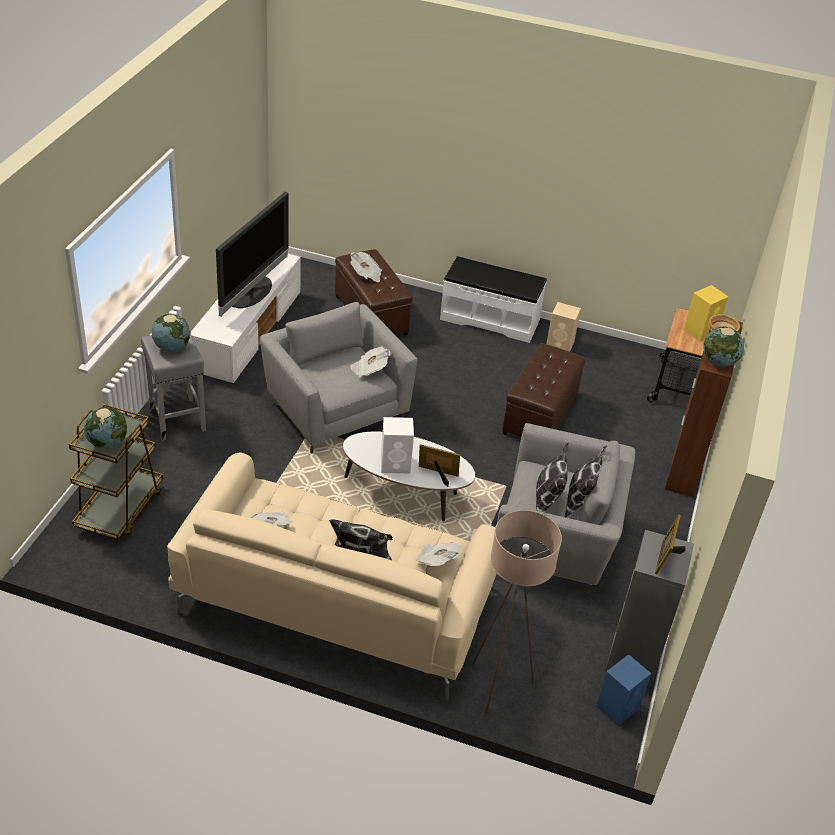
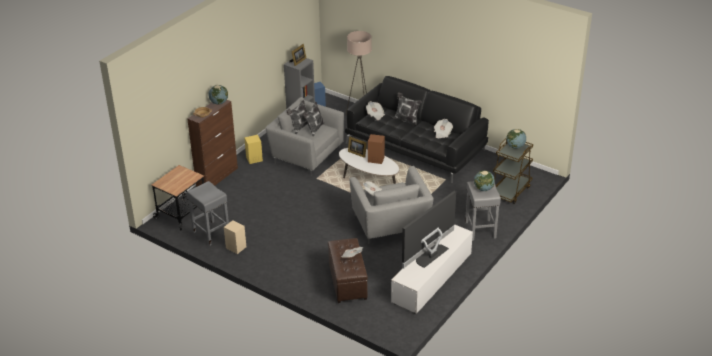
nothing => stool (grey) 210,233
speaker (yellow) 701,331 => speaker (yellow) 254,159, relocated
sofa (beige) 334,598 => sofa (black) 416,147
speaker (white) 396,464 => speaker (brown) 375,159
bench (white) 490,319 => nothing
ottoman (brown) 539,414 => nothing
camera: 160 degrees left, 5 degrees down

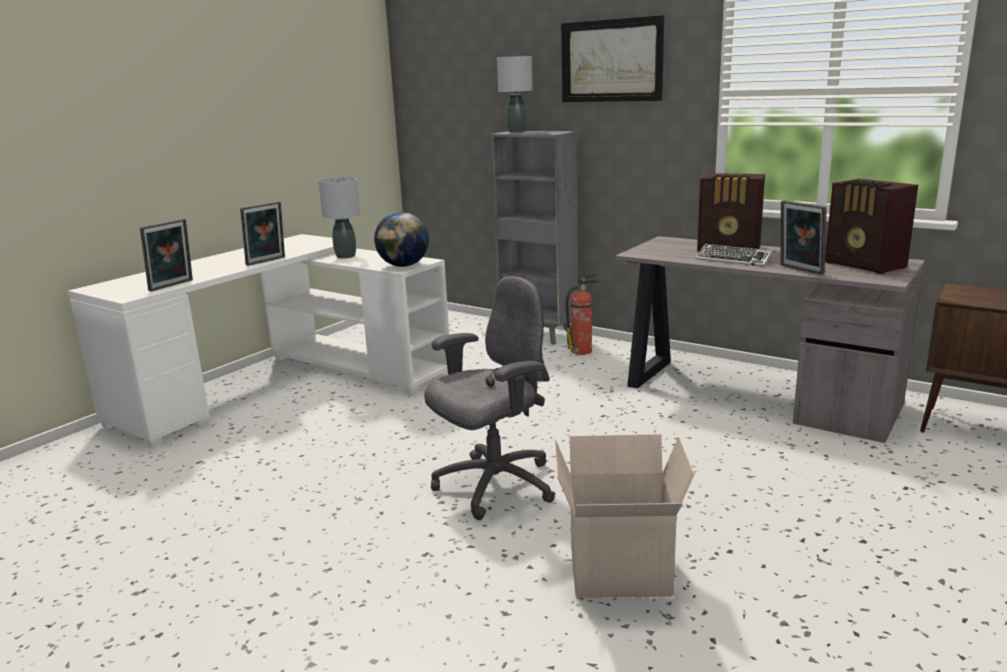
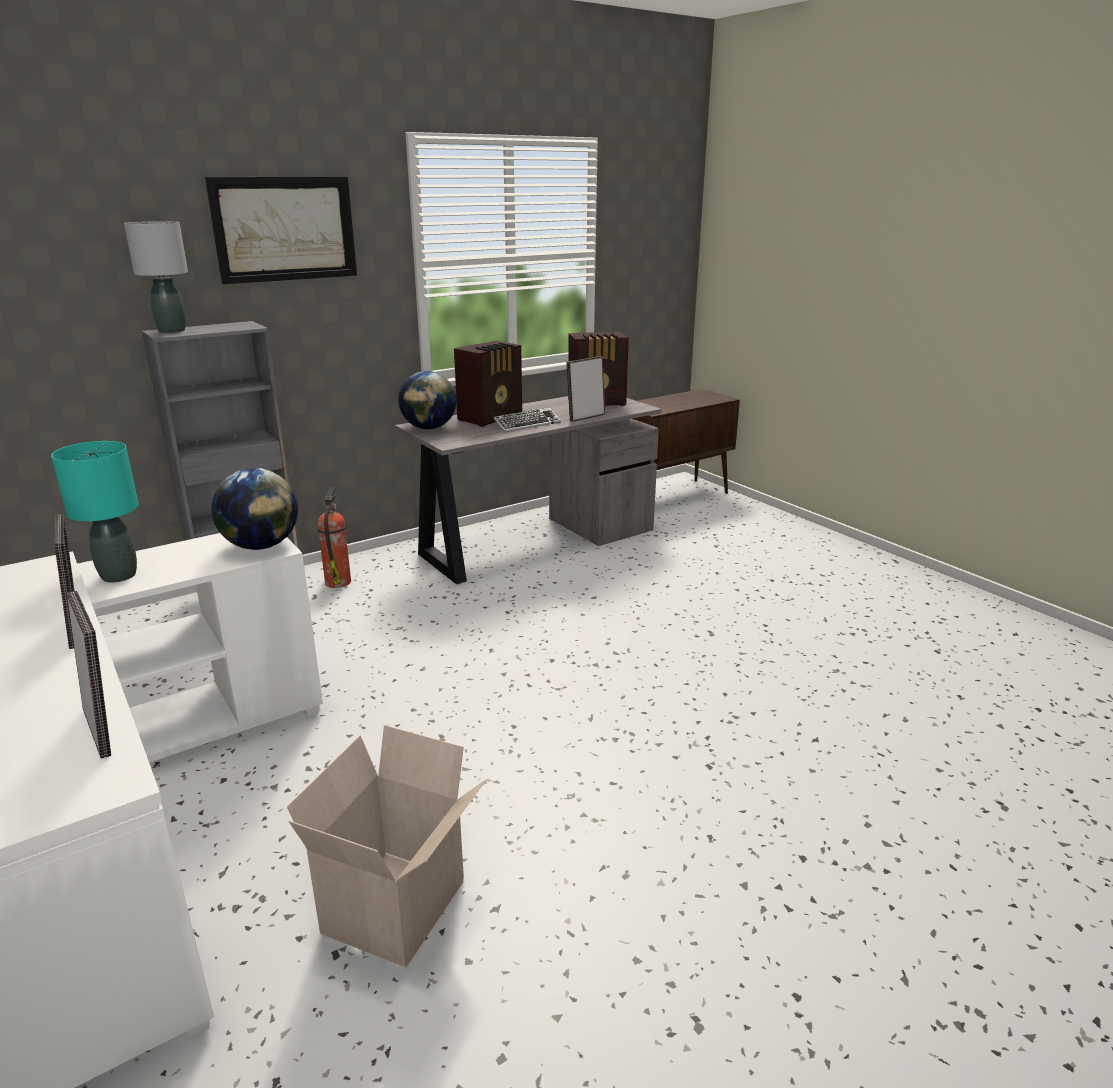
table lamp (grey) 345,256 => table lamp (turquoise) 119,576
cardboard box 618,574 => cardboard box 397,910, relocated
nothing => globe 429,428
picture frame 799,270 => picture frame 585,417, 150 degrees clockwise
office chair (grey) 494,486 => nothing
camera: 70 degrees left, 5 degrees up

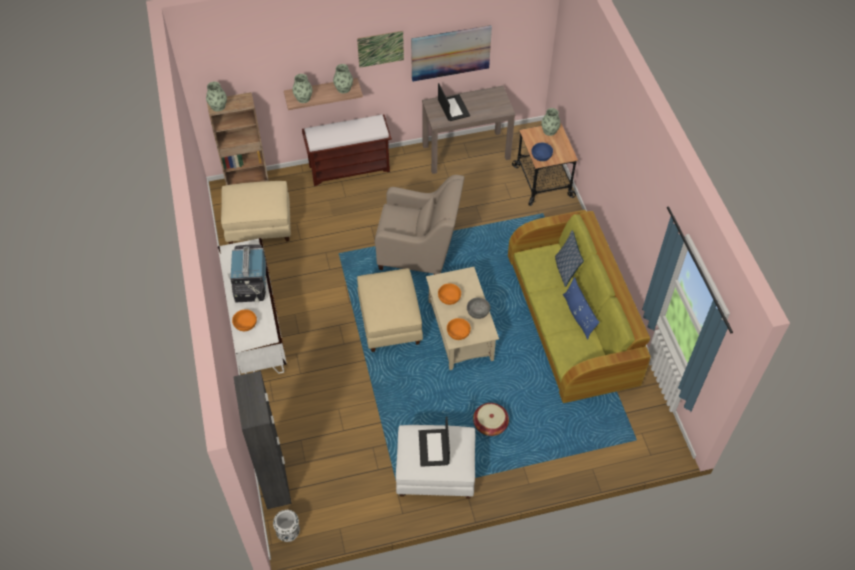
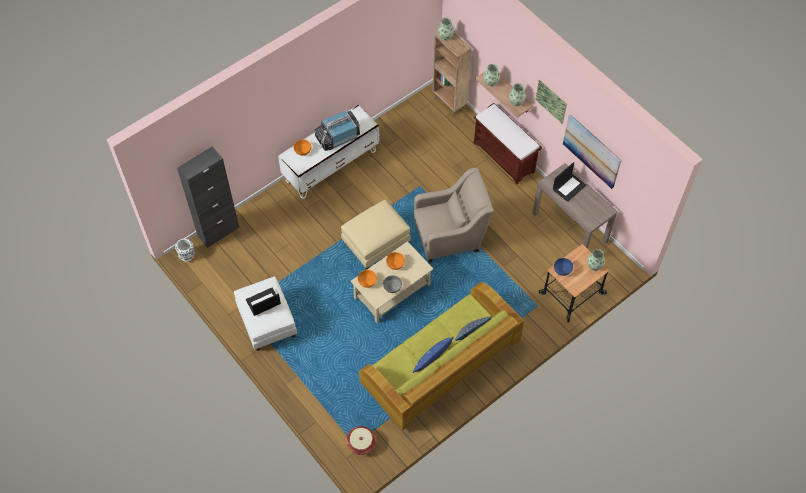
basket 490,424 => basket 361,443, relocated
armchair (beige) 419,251 => armchair (beige) 450,235, 90 degrees counterclockwise
ottoman (beige) 259,226 => nothing
camera: 65 degrees right, 5 degrees up

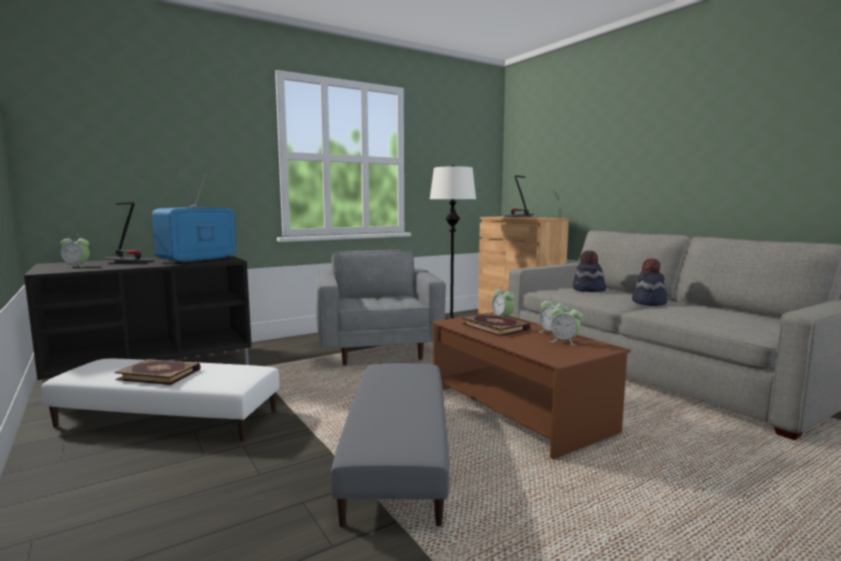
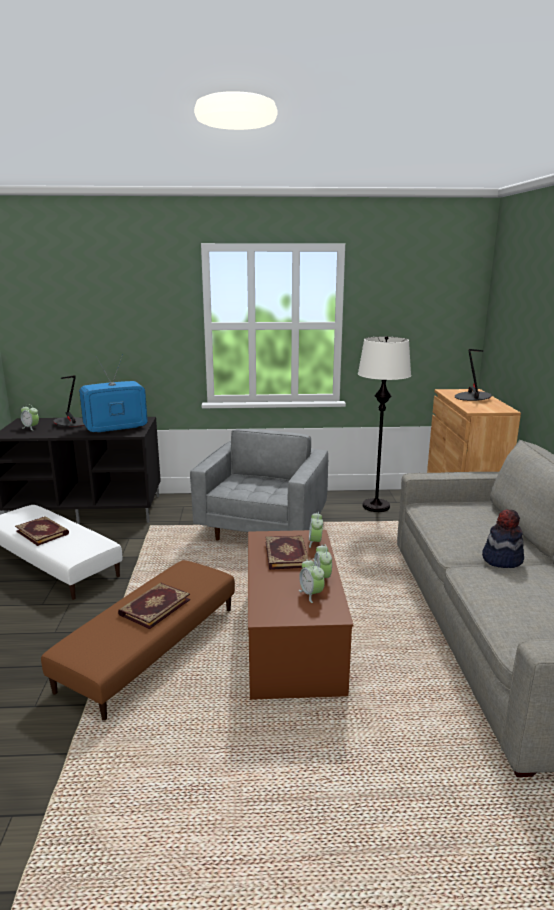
ottoman (grey) 397,453 => ottoman (brown) 150,647
nothing => book 154,607
hat 588,290 => nothing
camera: 30 degrees right, 10 degrees up

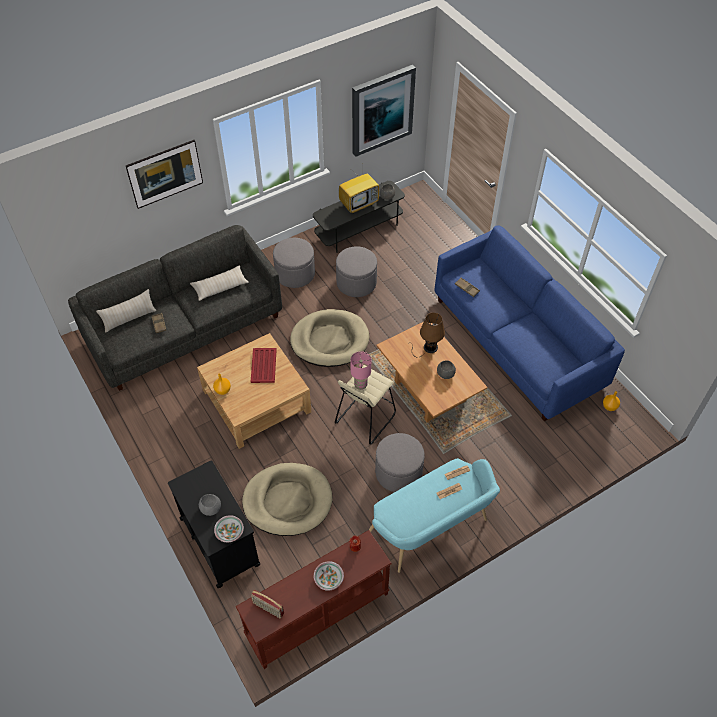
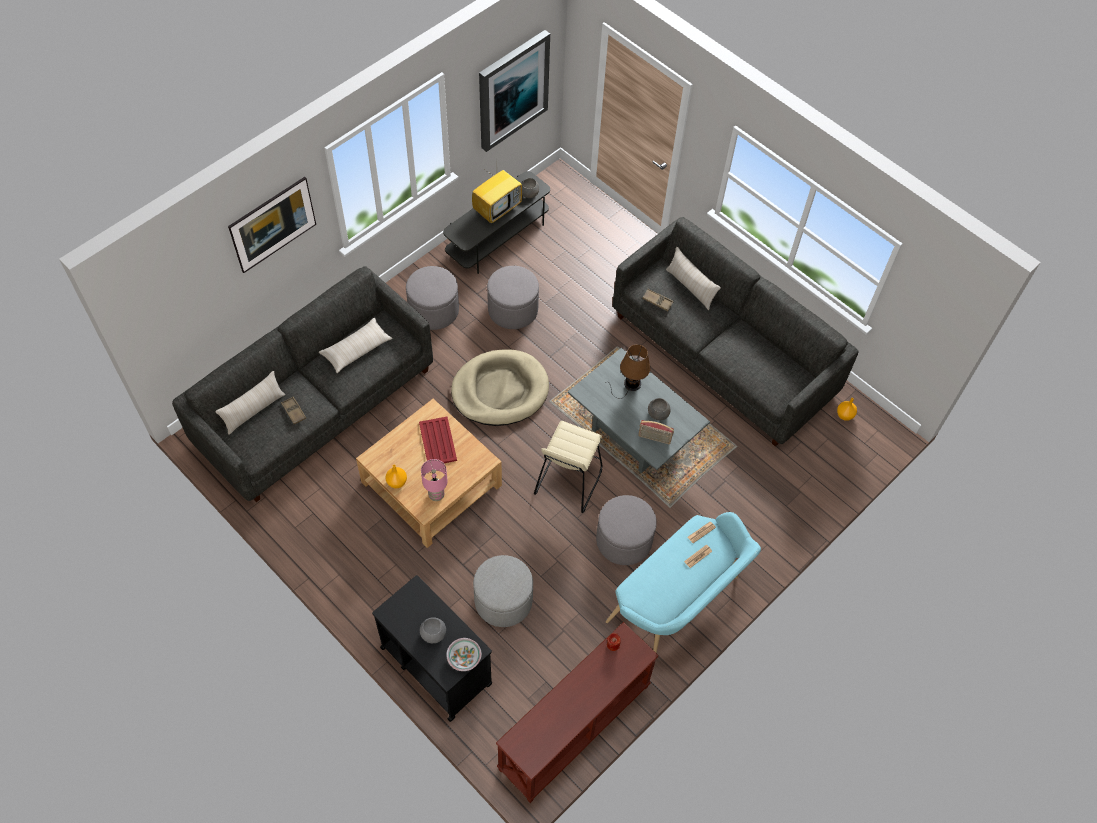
table lamp (pink) 361,385 => table lamp (pink) 436,495, relocated
dog bed (beige) 287,501 => ottoman (grey) 503,600
coffee table (brown) 427,392 => coffee table (grey) 633,435
sofa (blue) 517,342 => sofa (grey) 723,354
radio 268,608 => radio 654,438, relocated
nothing => pillow (beige) 690,287
bowl 328,579 => nothing
camera: 15 degrees left, 5 degrees up

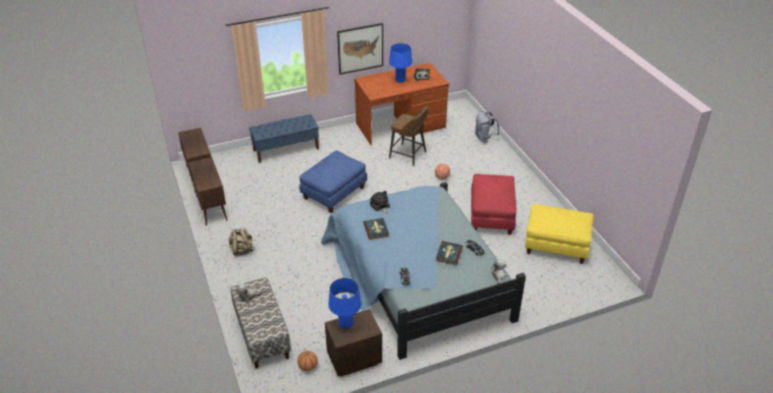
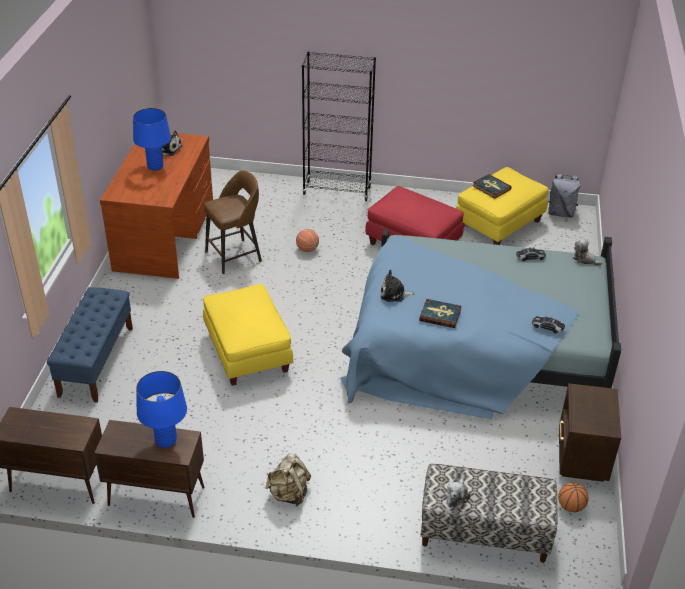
table lamp (blue) 346,323 => table lamp (blue) 166,441, relocated
ottoman (blue) 334,193 => ottoman (yellow) 247,352
nothing => bookcase (black) 337,191
book 449,254 => book 491,187, relocated
backpack (grey) 484,138 => backpack (grey) 560,213, relocated
picture 360,48 => nothing
camera: 60 degrees left, 0 degrees up

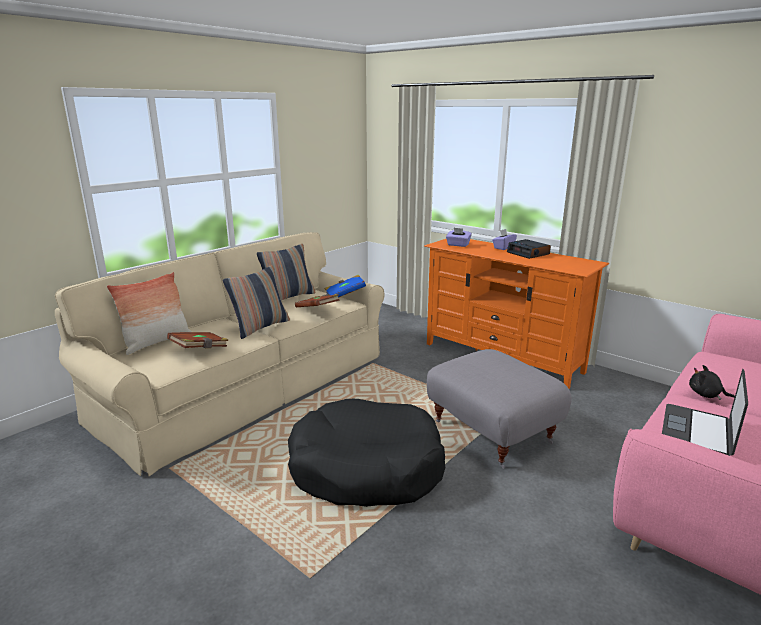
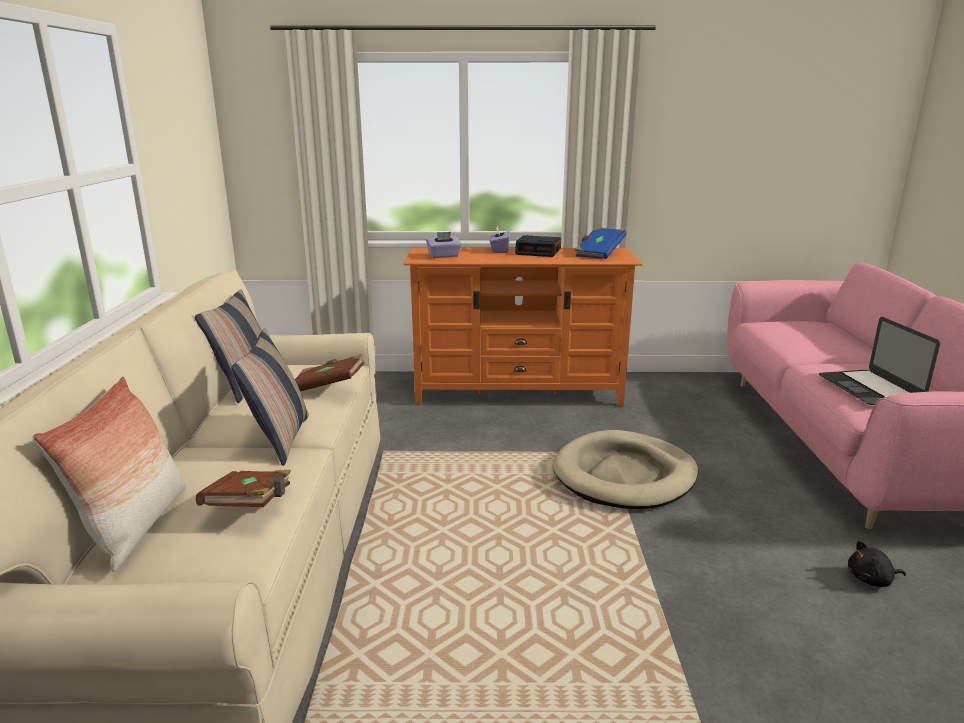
ottoman (grey) 493,431 => dog bed (beige) 624,475
book (blue) 345,295 => book (blue) 599,254, relocated
plush toy (black) 706,395 => plush toy (black) 871,580, relocated
dog bed (black) 366,468 => nothing
camera: 40 degrees left, 0 degrees up

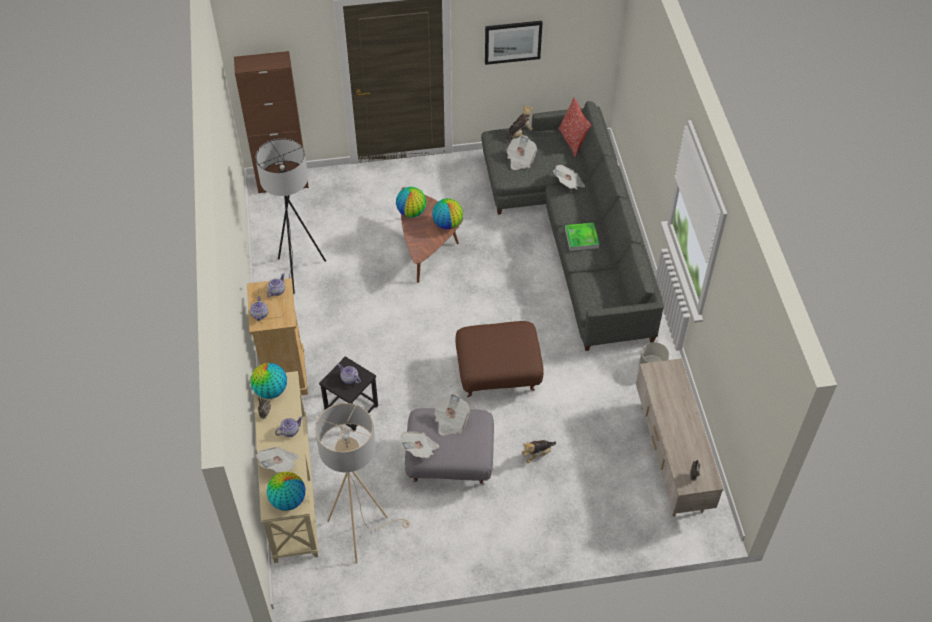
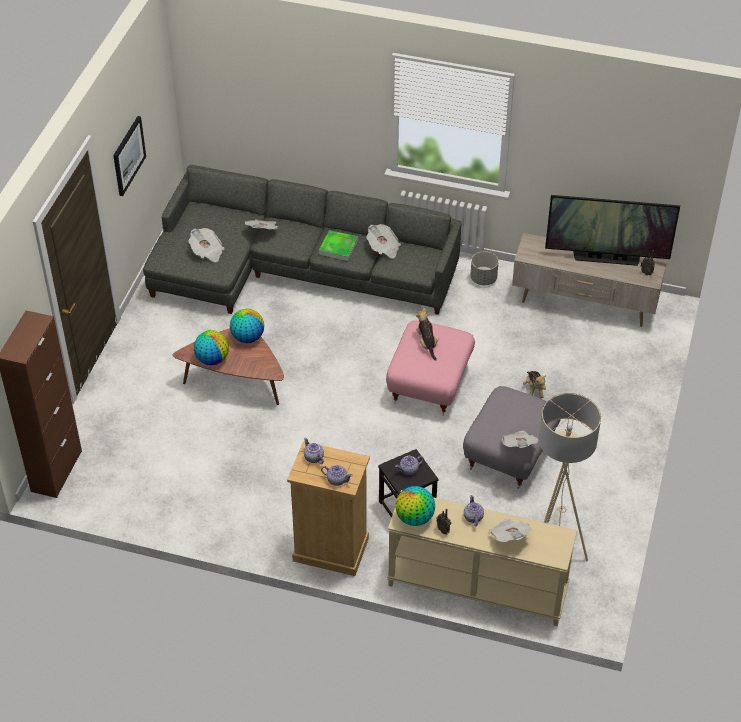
newspaper 451,421 => newspaper 383,248, relocated
ottoman (brown) 497,375 => ottoman (pink) 430,385
plush toy 519,134 => plush toy 427,343, relocated
nothing => television 606,258
floor lamp (grey) 299,274 => nothing
globe 288,500 => nothing
pillow 572,141 => nothing
camera: 65 degrees left, 5 degrees down

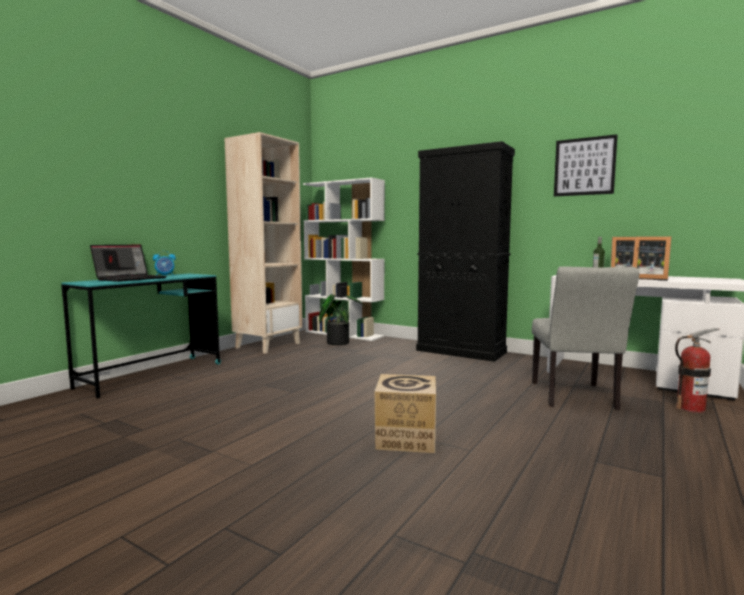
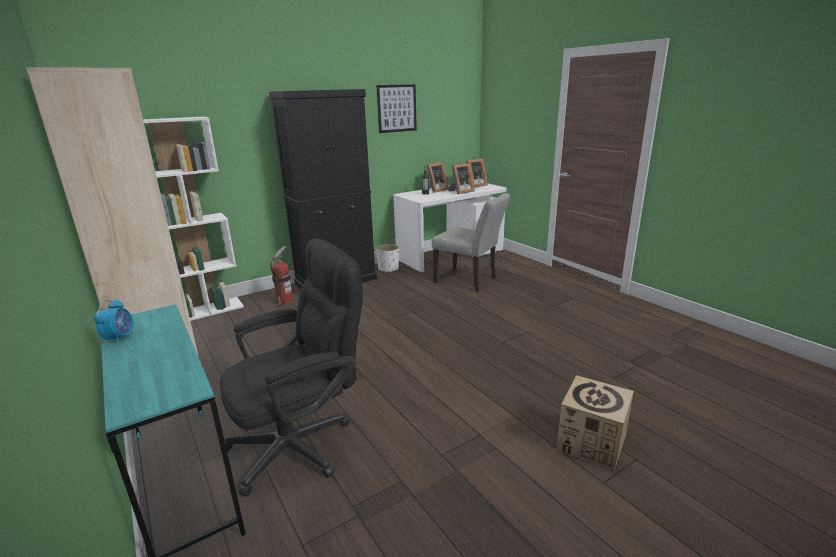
nothing => office chair (black) 302,443
fire extinguisher 690,408 => fire extinguisher 284,301, relocated
nothing => planter (white) 388,269
nothing => picture frame 474,185
cardboard box 406,438 => cardboard box 591,442, relocated
laptop 131,279 => nothing
potted plant 338,342 => nothing
camera: 65 degrees left, 15 degrees up

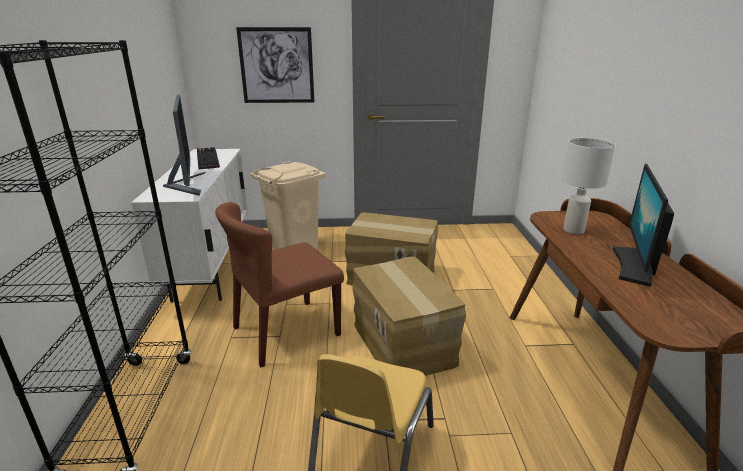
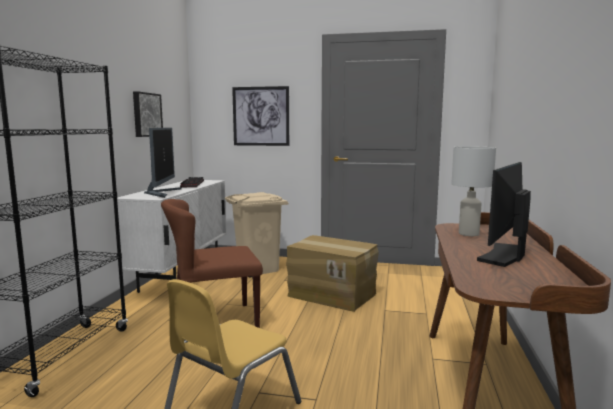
nothing => picture 146,114
cardboard box 404,343 => nothing
camera: 15 degrees right, 15 degrees down

